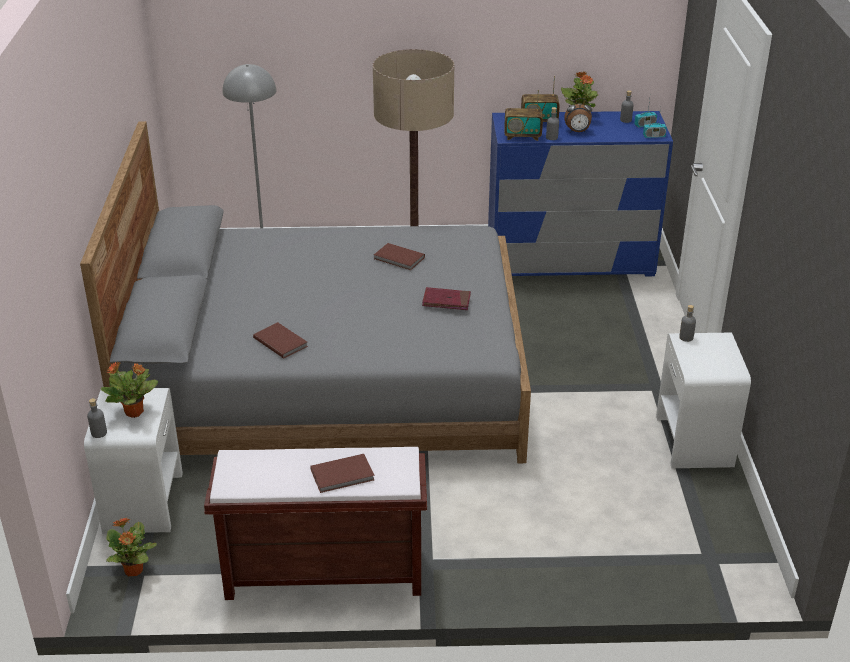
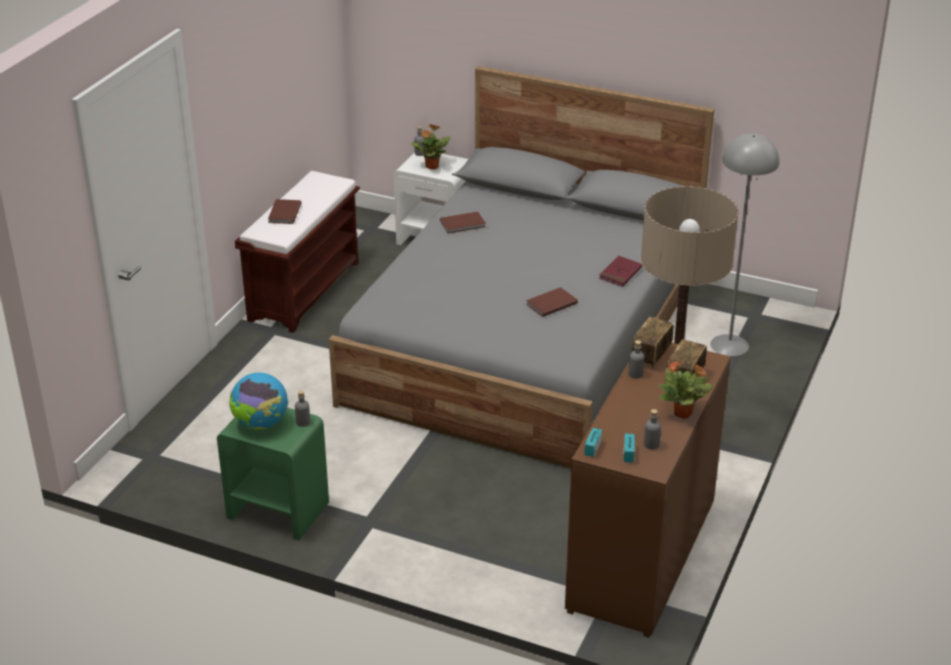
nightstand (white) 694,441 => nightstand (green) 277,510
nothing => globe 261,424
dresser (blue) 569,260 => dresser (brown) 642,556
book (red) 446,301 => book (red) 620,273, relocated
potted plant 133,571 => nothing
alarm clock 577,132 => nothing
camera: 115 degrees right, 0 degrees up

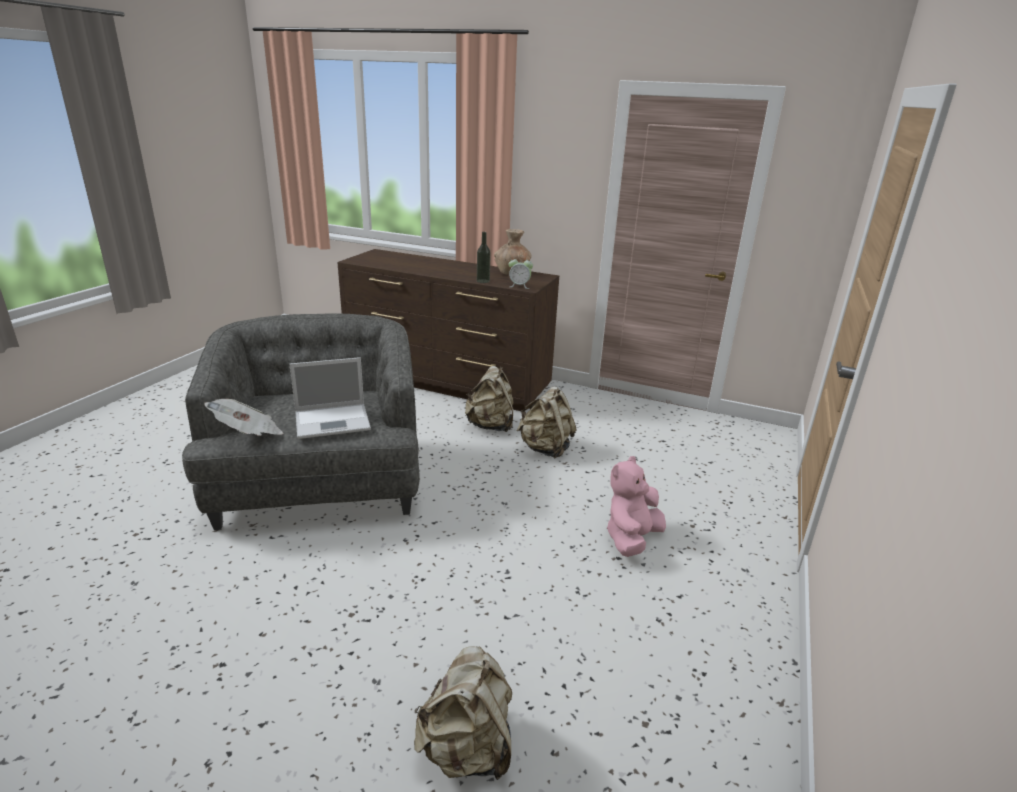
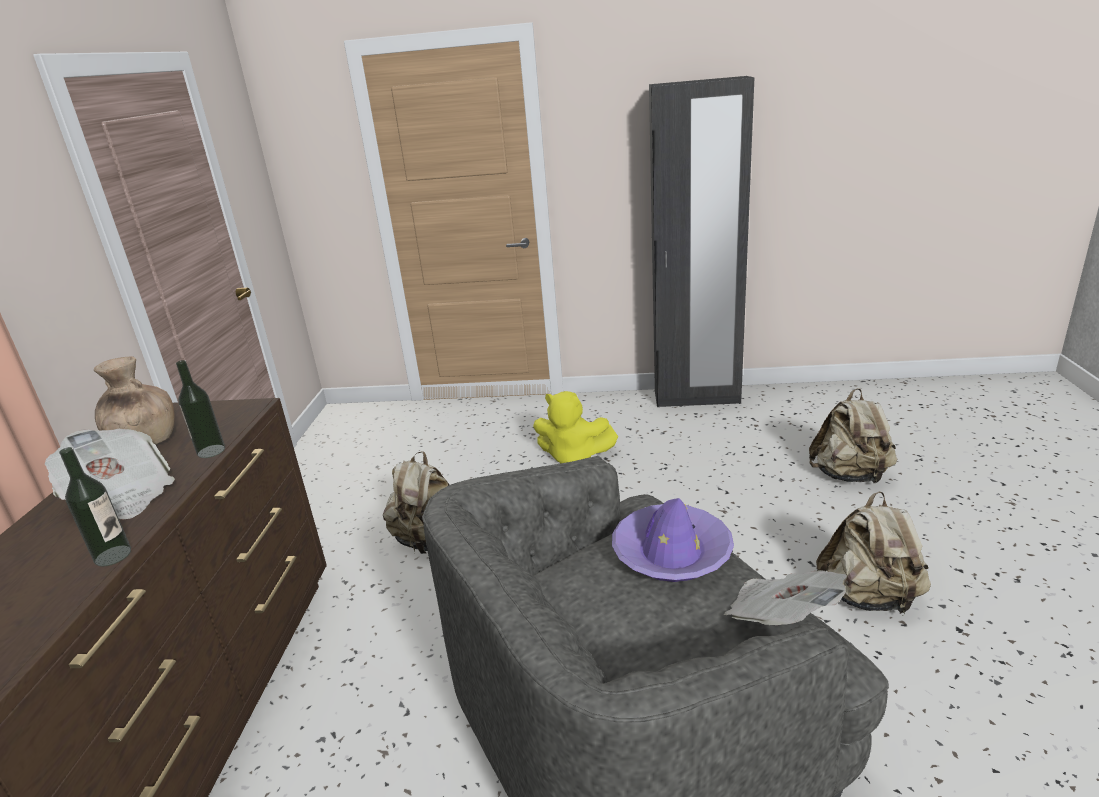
nothing => newspaper 121,496
nothing => bottle 113,555
plush toy (pink) 631,538 => plush toy (yellow) 573,457
laptop 334,421 => hat (purple) 671,553
nothing => wardrobe (black) 697,398
backpack (beige) 491,425 => backpack (beige) 869,597, relocated
alarm clock 519,286 => nothing
camera: 105 degrees left, 0 degrees up

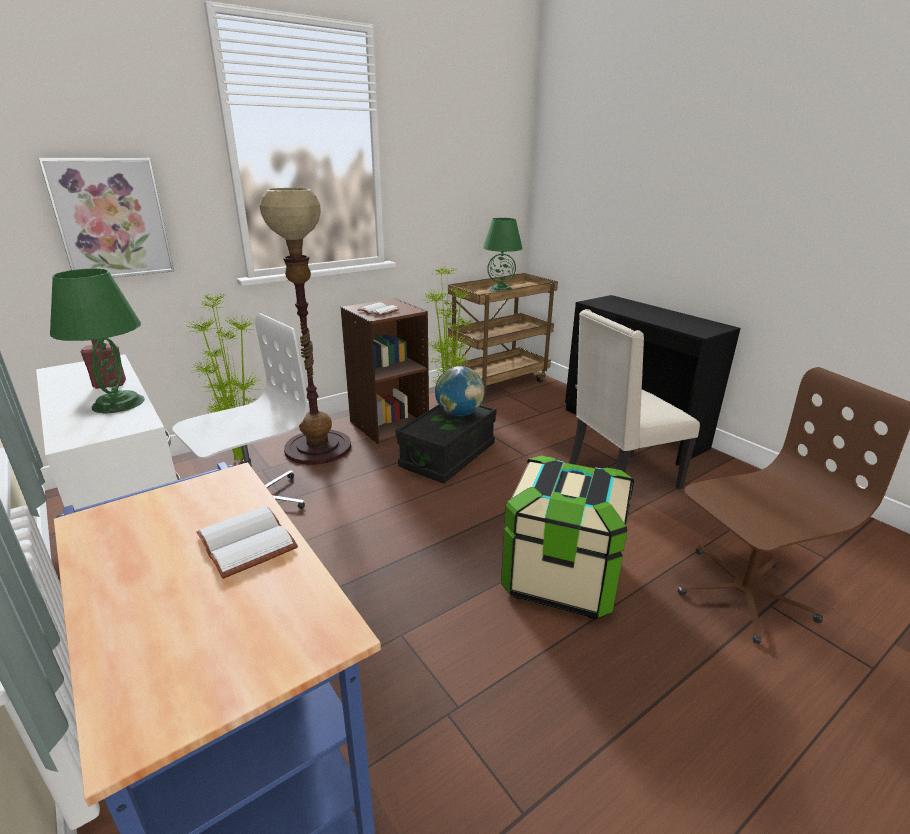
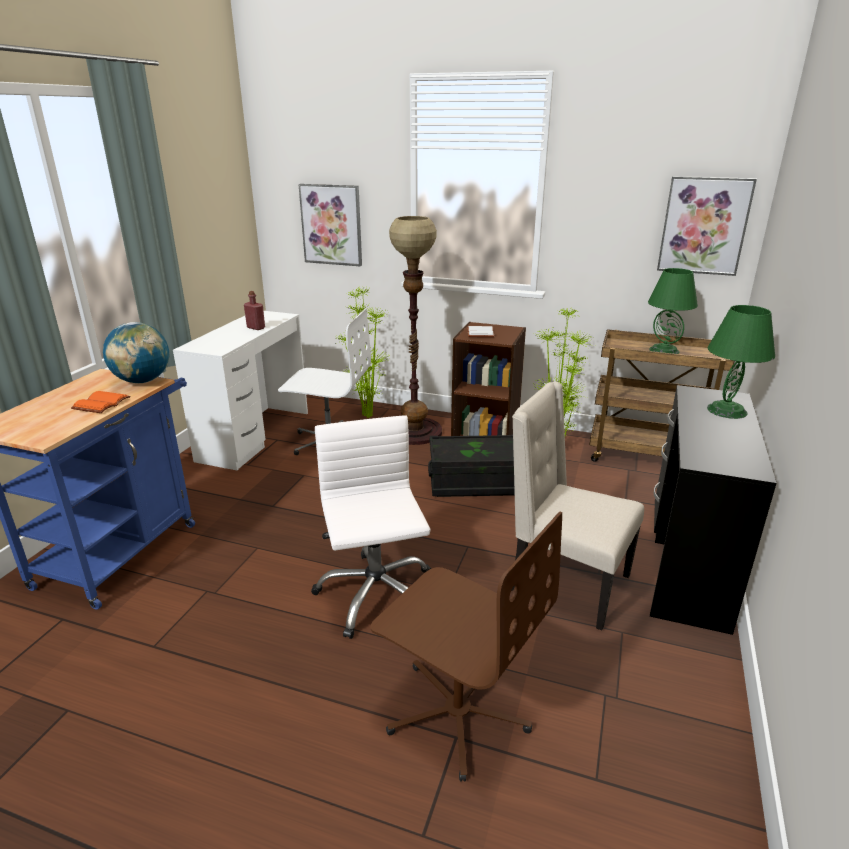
book (white) 250,542 => book (orange) 102,404
globe 459,414 => globe 142,381, relocated
storage box 561,577 => office chair (white) 375,594
nothing => picture 704,226
table lamp (green) 118,403 => table lamp (green) 726,410, relocated
camera: 55 degrees right, 0 degrees up

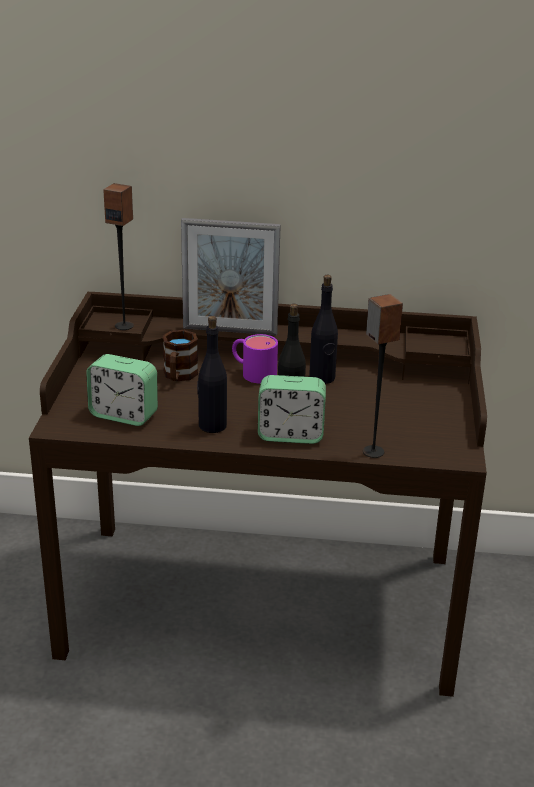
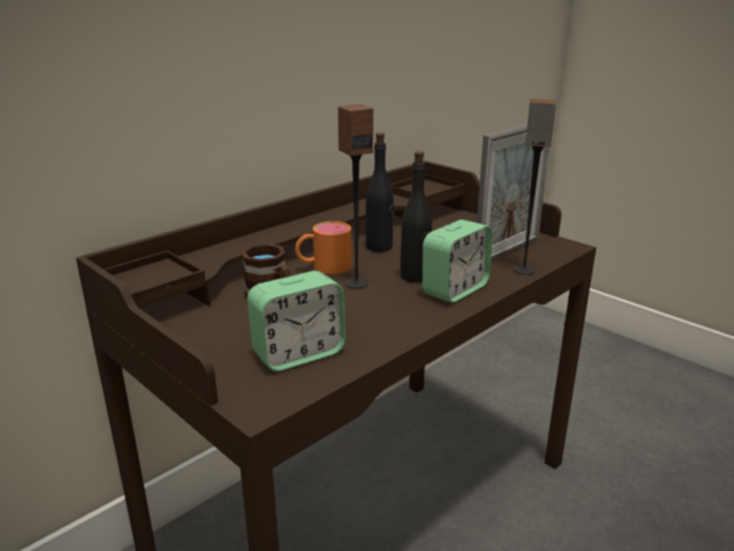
mug (purple) 253,372 => mug (orange) 323,267
speaker 124,325 => speaker 356,283, relocated
picture frame 230,331 => picture frame 507,252, relocated
bottle (black) 212,426 => nothing
camera: 50 degrees left, 5 degrees down

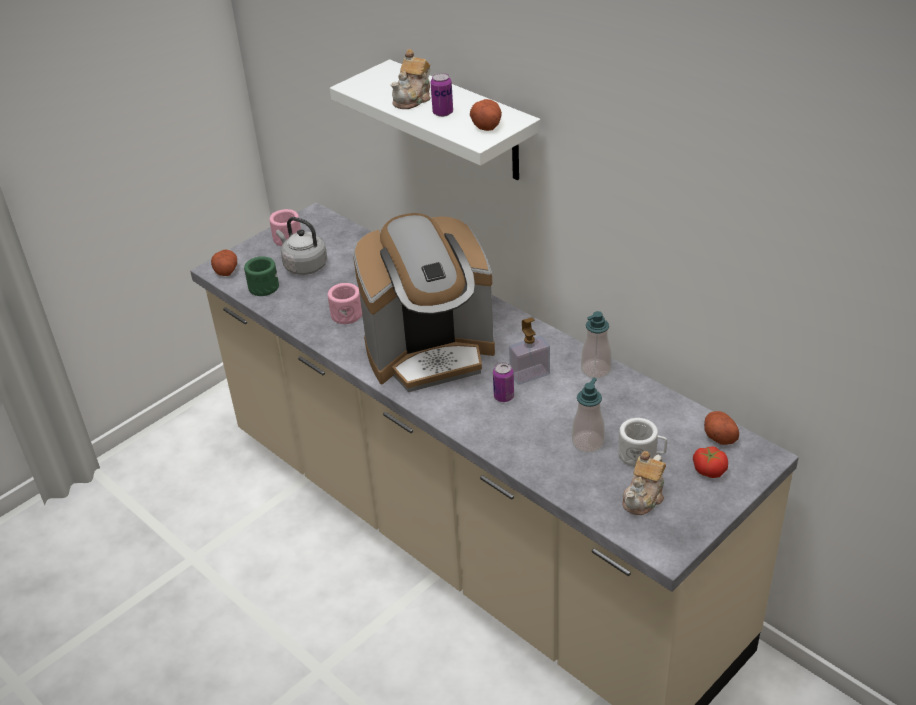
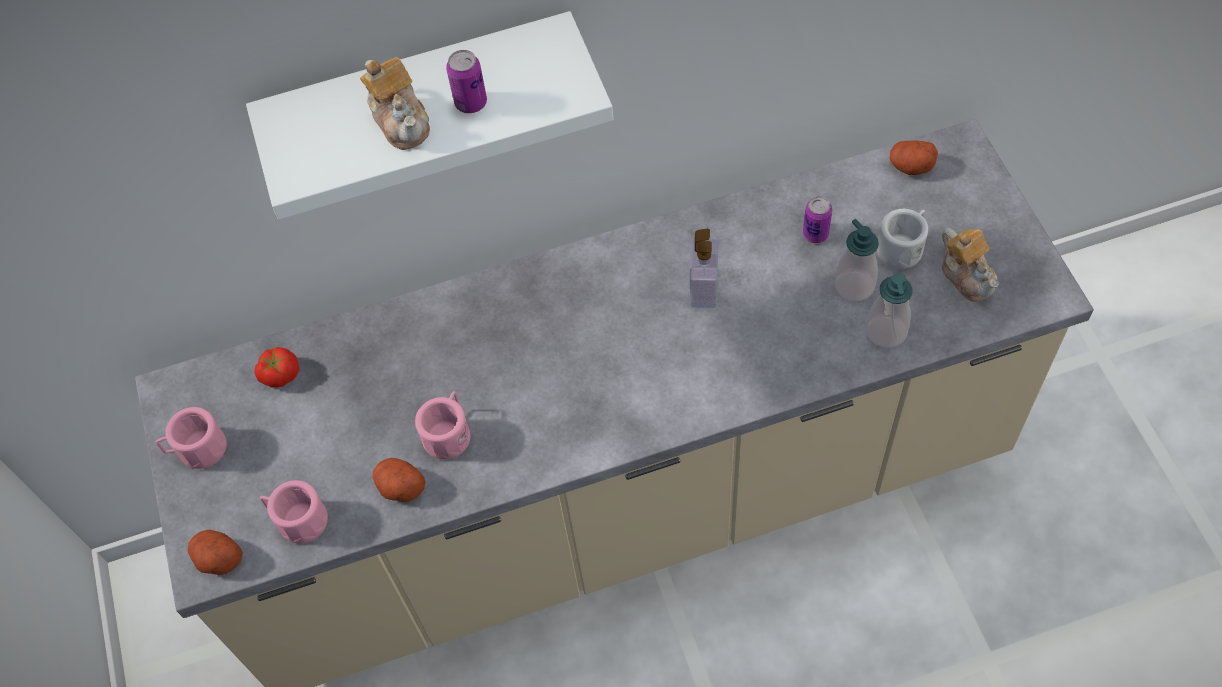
tomato 709,469 => tomato 280,374, relocated
mug (green) 263,285 => mug (pink) 297,519
potato 486,125 => potato 400,486, relocated
can 503,397 => can 815,234, relocated
soap dispenser 595,369 => soap dispenser 886,331, relocated
kettle (grey) 303,266 => nothing
coffee machine 430,353 => nothing
camera: 60 degrees left, 20 degrees up

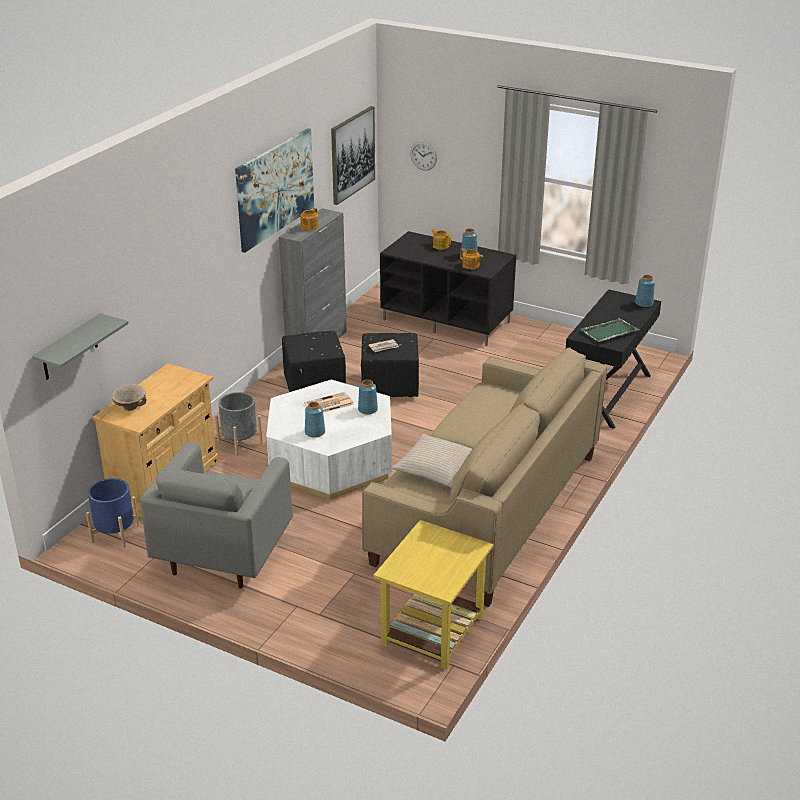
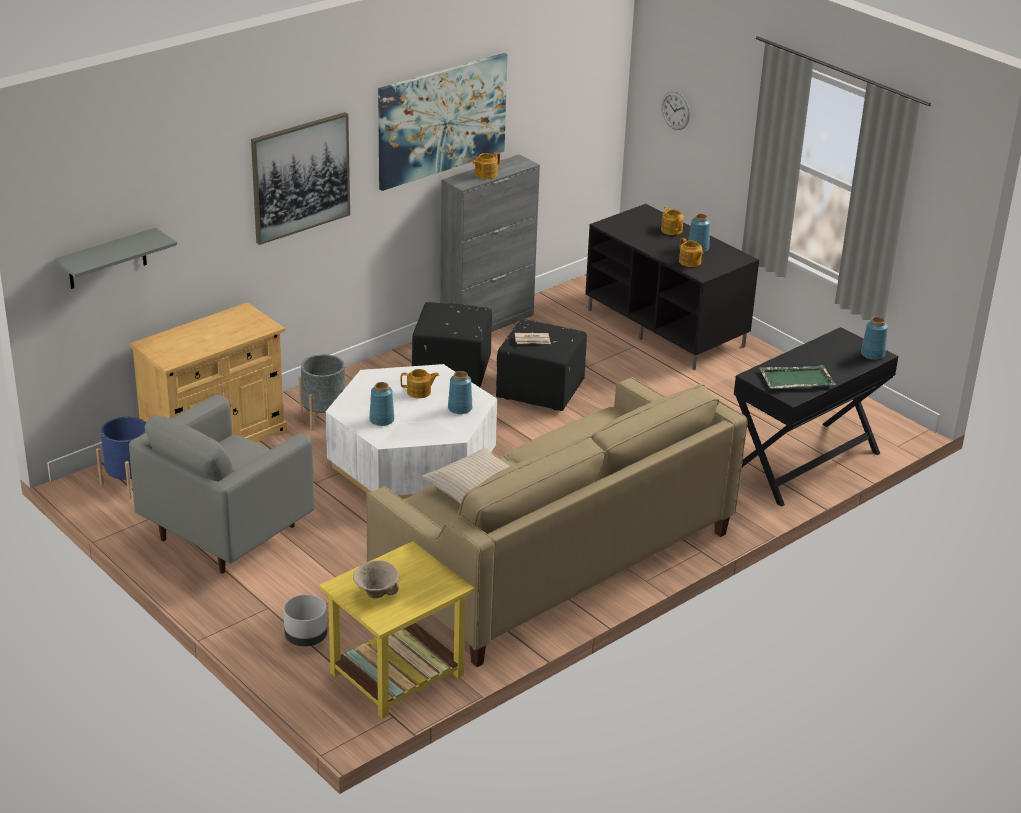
picture 352,154 => picture 300,177, relocated
nothing => planter (grey) 306,638
bowl (beige) 130,408 => bowl (beige) 376,594, relocated
newspaper 328,404 => teapot 419,392
camera: 20 degrees right, 0 degrees up

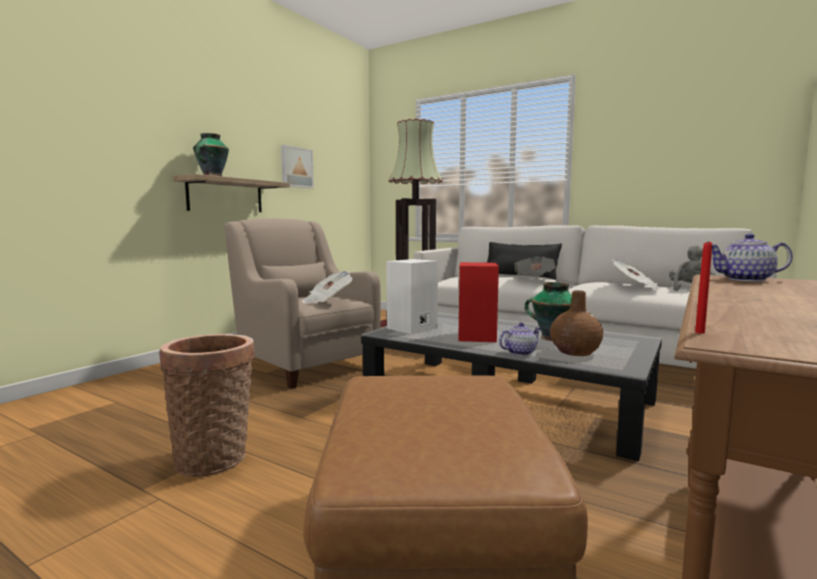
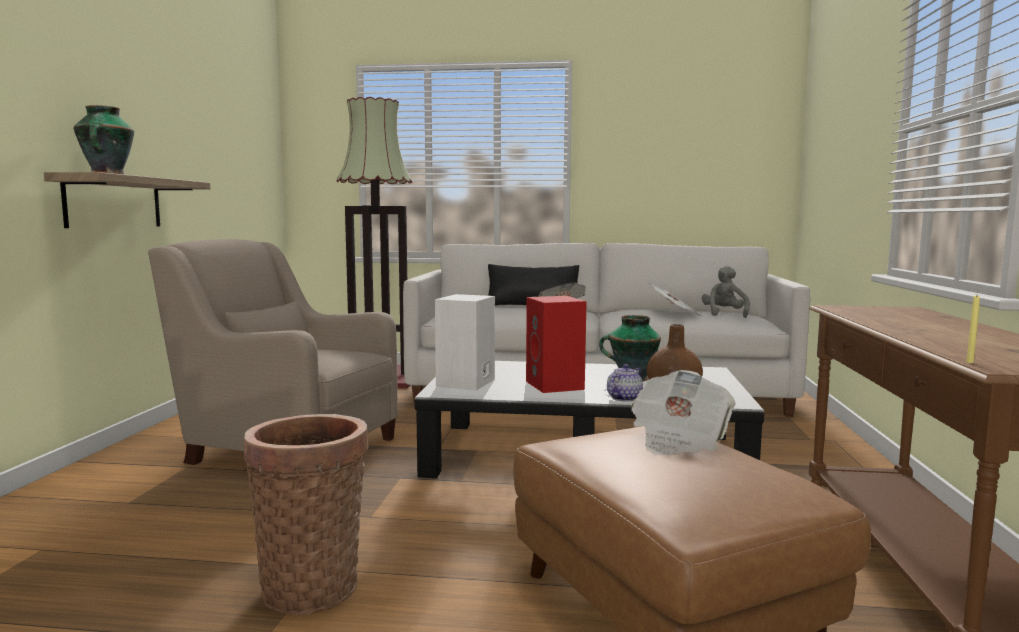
newspaper 327,301 => newspaper 678,440, relocated
candle (red) 700,332 => candle (yellow) 970,362
picture 296,167 => nothing
teapot 745,279 => nothing
camera: 25 degrees left, 0 degrees up

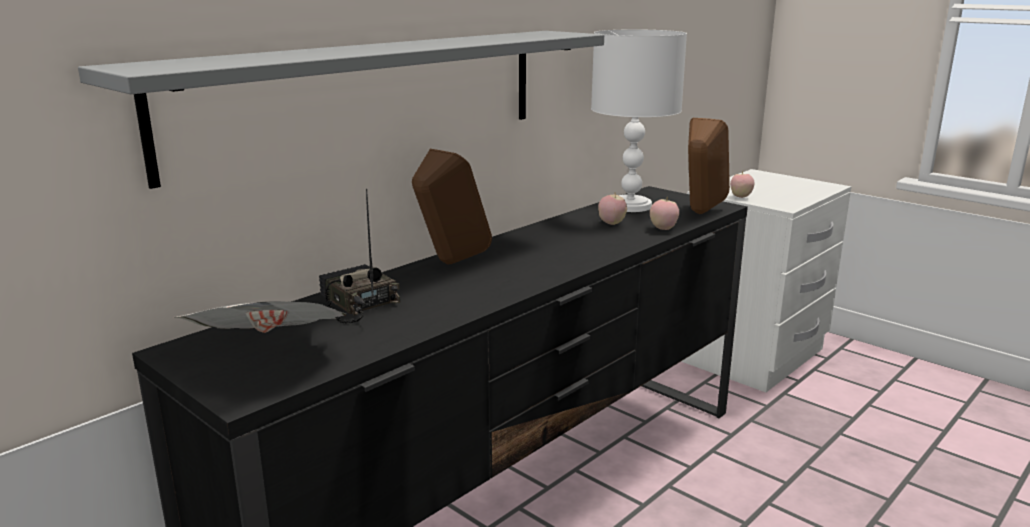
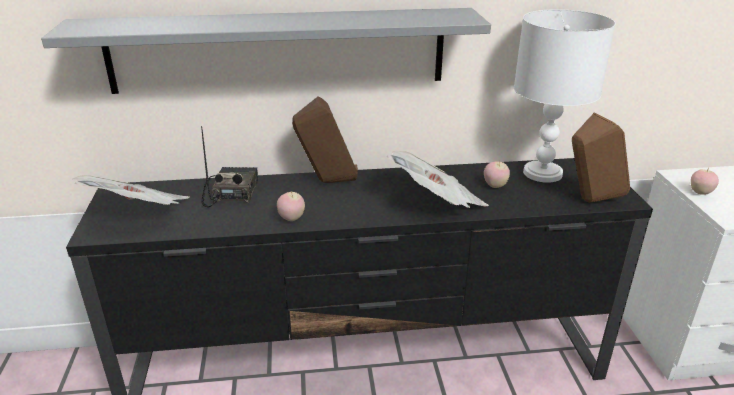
apple 663,229 => apple 291,218, relocated
nothing => newspaper 437,203
camera: 40 degrees right, 10 degrees up

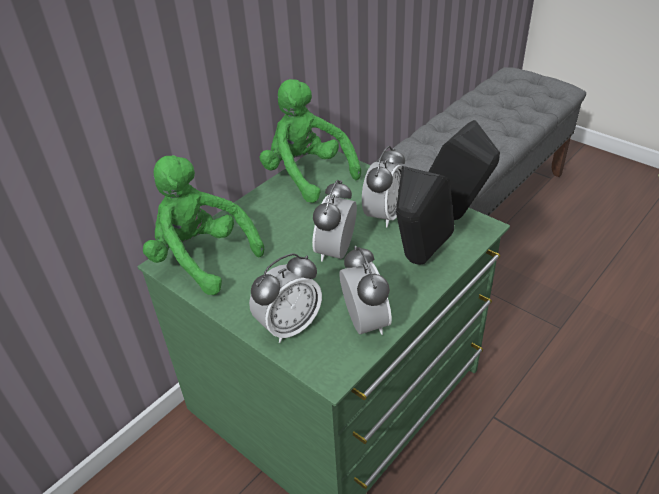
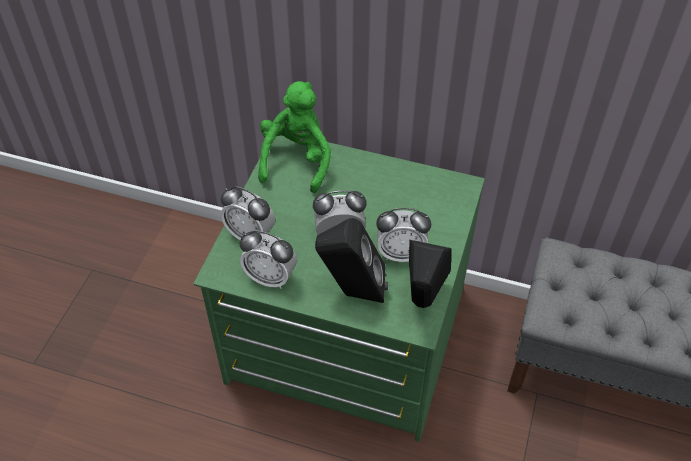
alarm clock 365,323 => alarm clock 270,277, 60 degrees clockwise
plush toy (green) 306,175 => nothing
camera: 65 degrees right, 10 degrees up

